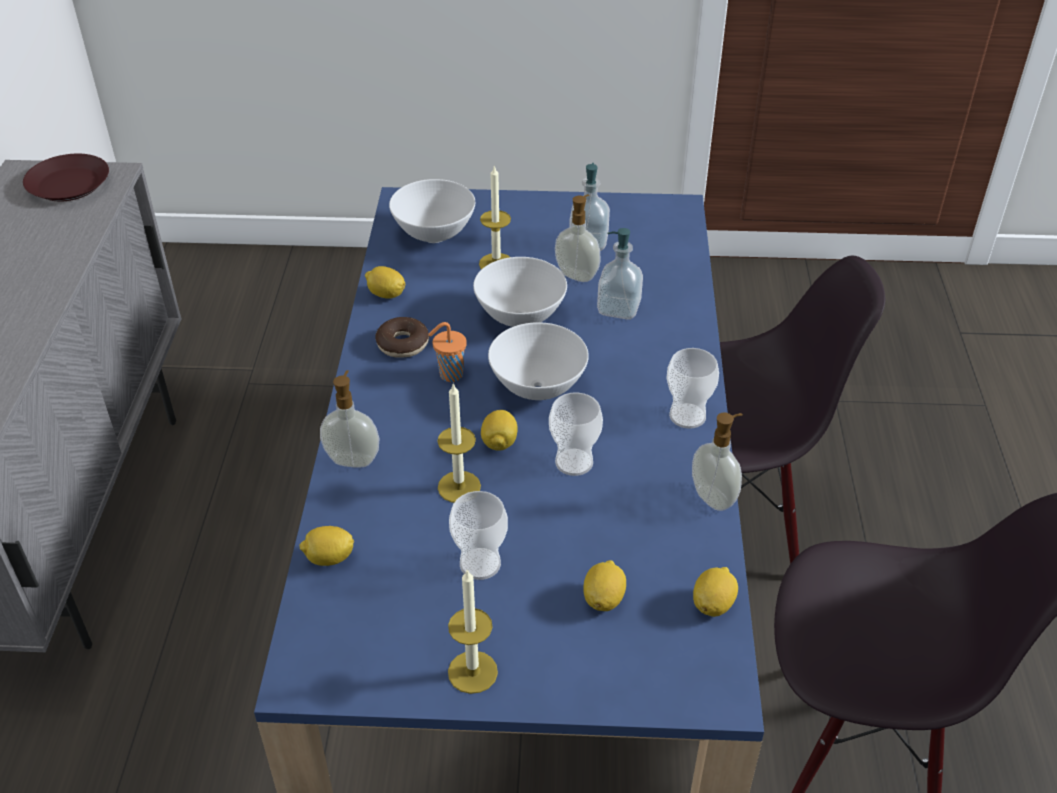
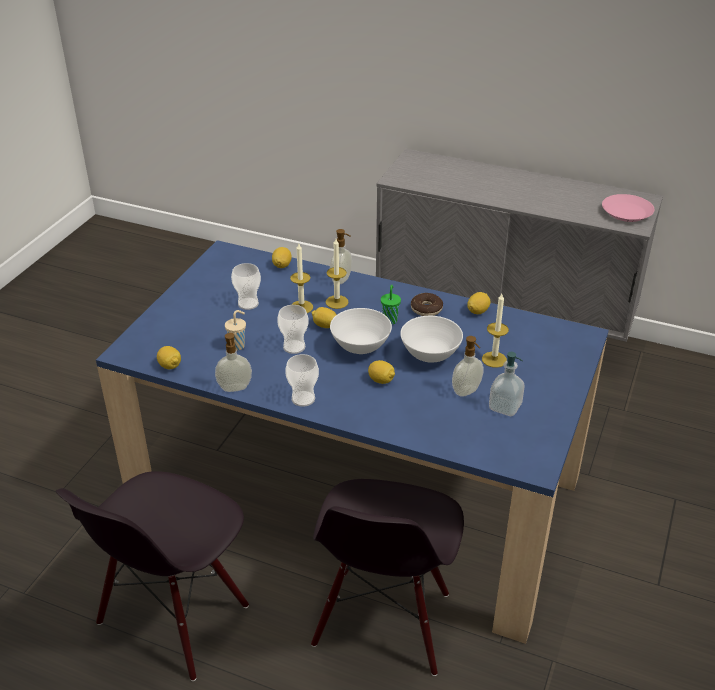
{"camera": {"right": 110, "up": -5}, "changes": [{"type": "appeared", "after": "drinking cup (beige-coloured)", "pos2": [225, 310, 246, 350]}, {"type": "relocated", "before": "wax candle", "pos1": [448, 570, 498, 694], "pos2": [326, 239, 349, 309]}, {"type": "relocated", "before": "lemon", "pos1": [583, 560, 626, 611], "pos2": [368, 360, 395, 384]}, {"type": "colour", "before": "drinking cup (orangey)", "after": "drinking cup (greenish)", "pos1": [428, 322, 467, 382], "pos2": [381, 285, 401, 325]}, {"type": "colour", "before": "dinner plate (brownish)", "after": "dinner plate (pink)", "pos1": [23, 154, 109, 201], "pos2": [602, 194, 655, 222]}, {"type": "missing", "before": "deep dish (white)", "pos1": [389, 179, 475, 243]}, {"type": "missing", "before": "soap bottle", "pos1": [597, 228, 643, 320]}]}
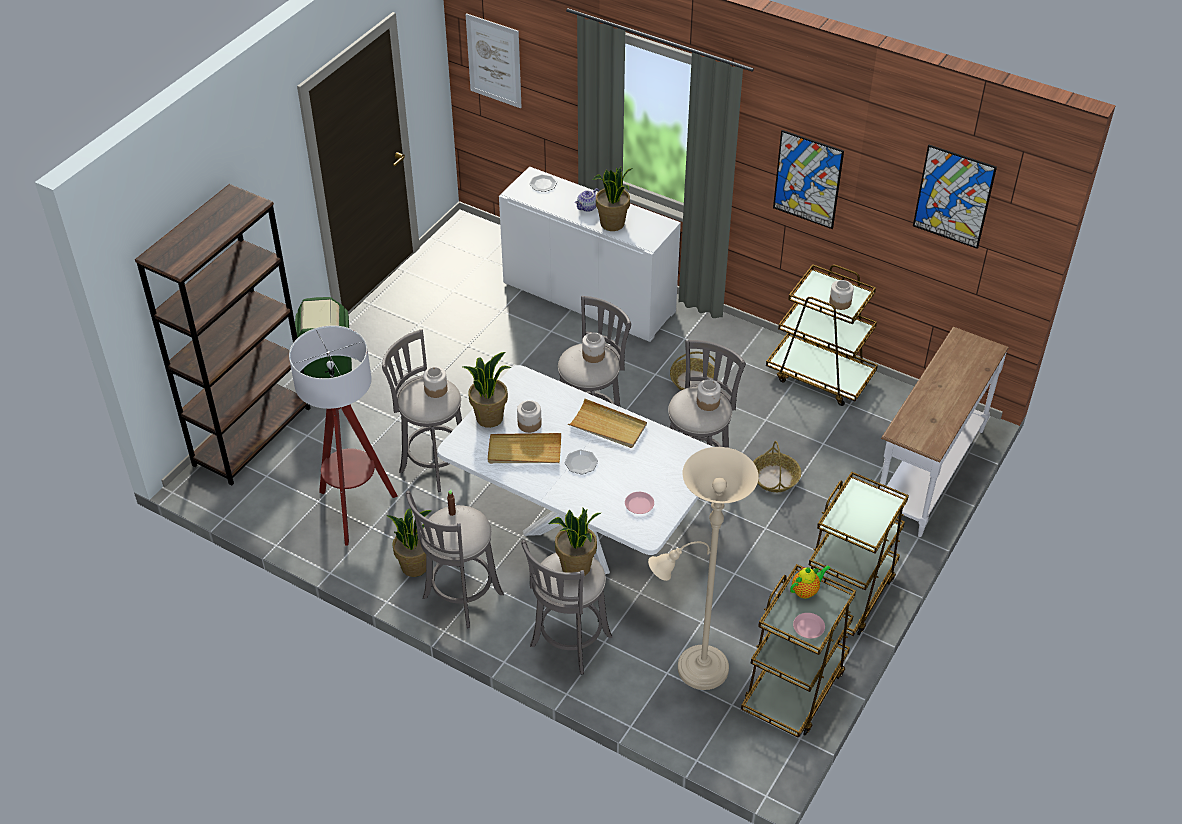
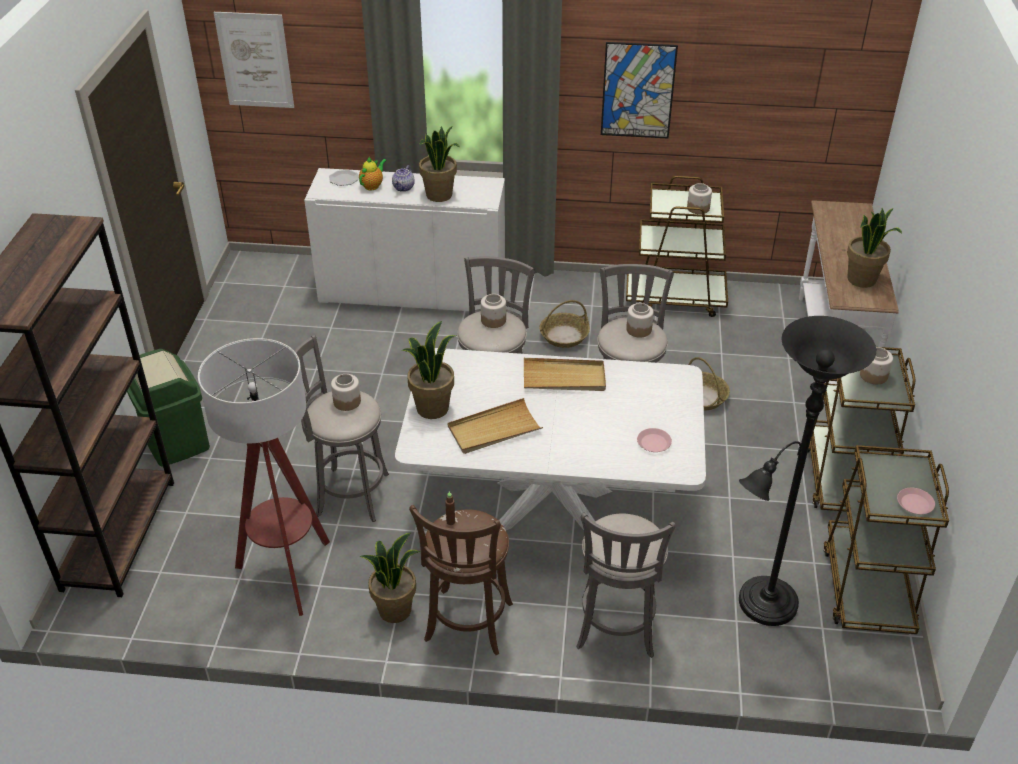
{"camera": {"right": -25, "up": -5}, "changes": [{"type": "relocated", "before": "tea pot", "pos1": [790, 565, 831, 599], "pos2": [359, 157, 387, 191]}, {"type": "colour", "before": "stool (greyish)", "after": "stool (brownish)", "pos1": [406, 491, 504, 628], "pos2": [409, 505, 513, 655]}, {"type": "colour", "before": "standard lamp (beige-coloured)", "after": "standard lamp (blackish)", "pos1": [648, 447, 759, 690], "pos2": [739, 316, 876, 626]}, {"type": "relocated", "before": "potted plant", "pos1": [549, 508, 601, 576], "pos2": [847, 208, 902, 288]}, {"type": "relocated", "before": "preserve jar", "pos1": [517, 400, 542, 433], "pos2": [860, 347, 893, 384]}, {"type": "missing", "before": "dinner plate", "pos1": [565, 450, 598, 474]}, {"type": "missing", "before": "wall picture", "pos1": [913, 145, 997, 249]}]}
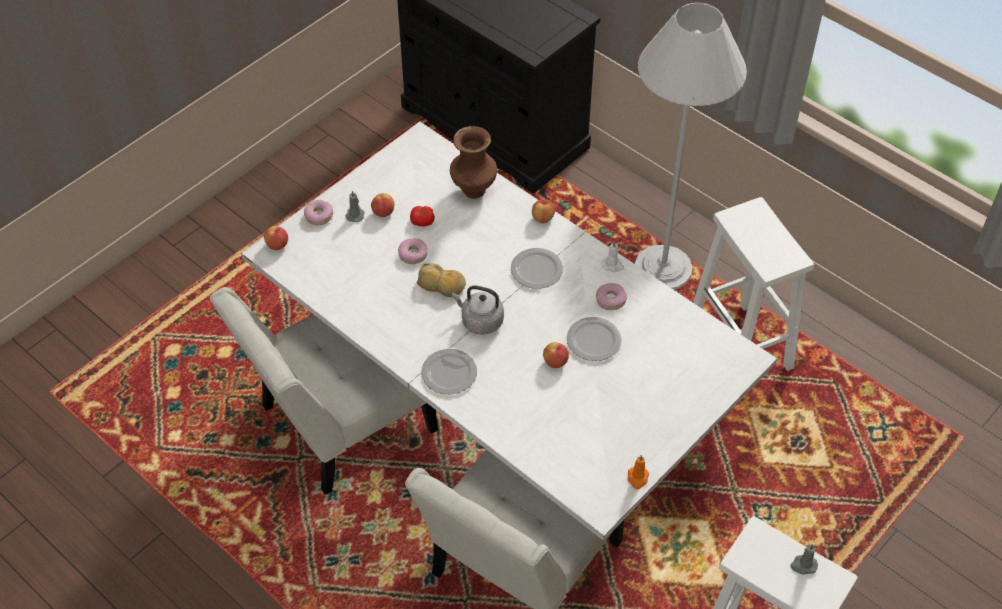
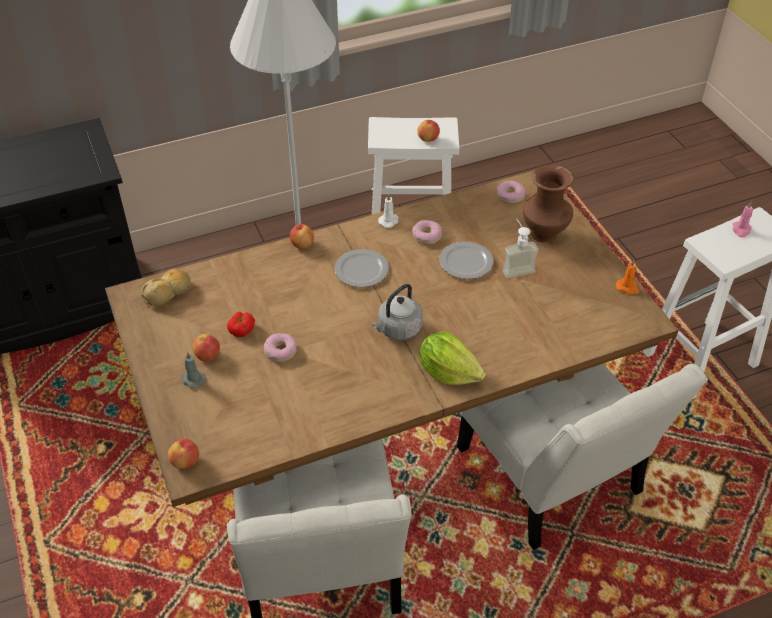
{"camera": {"right": -65, "up": -5}, "changes": [{"type": "colour", "before": "kitchen table (white)", "after": "kitchen table (brownish)", "pos1": [241, 121, 777, 541], "pos2": [105, 170, 679, 507]}, {"type": "relocated", "before": "baked bread", "pos1": [417, 263, 466, 297], "pos2": [141, 269, 190, 308]}, {"type": "relocated", "before": "apple fruit", "pos1": [543, 342, 569, 368], "pos2": [417, 120, 440, 142]}, {"type": "exchanged", "before": "dinner plate", "after": "lettuce", "pos1": [421, 349, 477, 394], "pos2": [419, 331, 486, 385]}, {"type": "relocated", "before": "donut", "pos1": [304, 200, 333, 225], "pos2": [497, 180, 525, 203]}, {"type": "appeared", "after": "soap bottle", "pos2": [503, 218, 538, 278]}, {"type": "relocated", "before": "flower vase (brownish)", "pos1": [450, 126, 497, 199], "pos2": [523, 165, 573, 242]}, {"type": "colour", "before": "wax candle (greyish)", "after": "wax candle (pink)", "pos1": [790, 544, 818, 574], "pos2": [733, 202, 753, 237]}]}
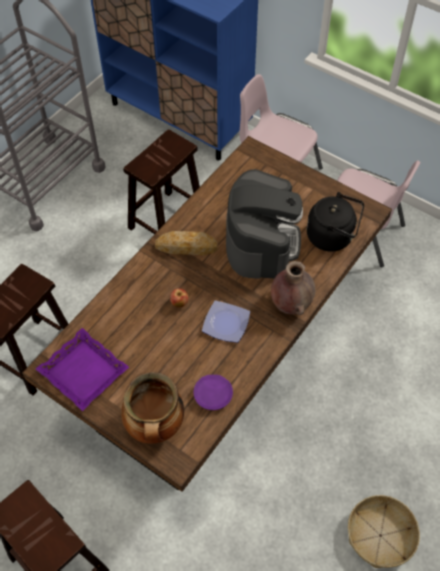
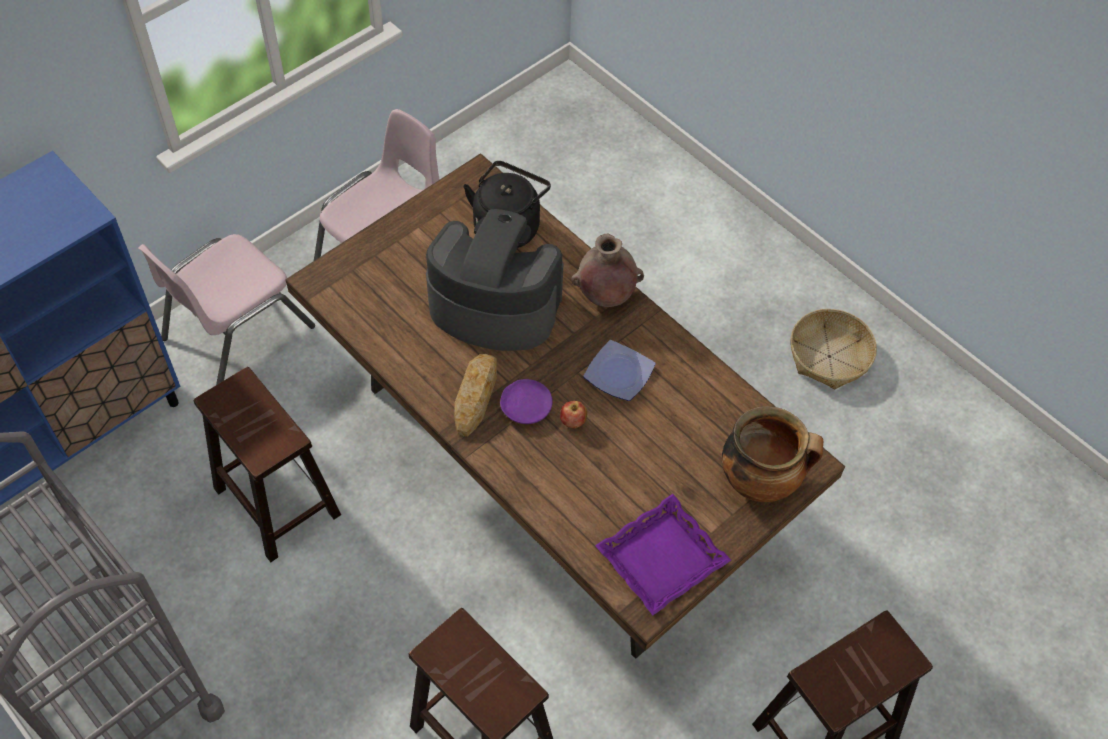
{"camera": {"right": -80, "up": 0}, "changes": [{"type": "relocated", "before": "dinner plate (purplish)", "pos1": [193, 375, 233, 410], "pos2": [500, 379, 553, 424]}]}
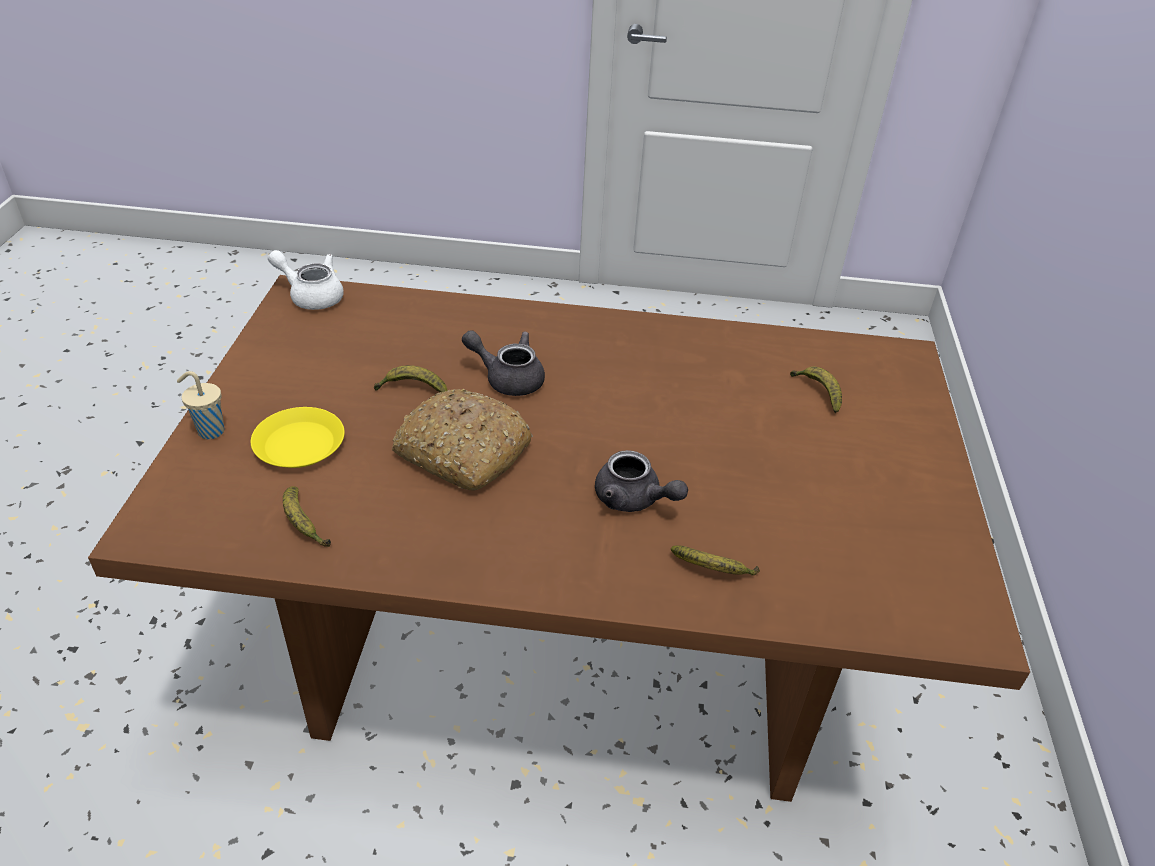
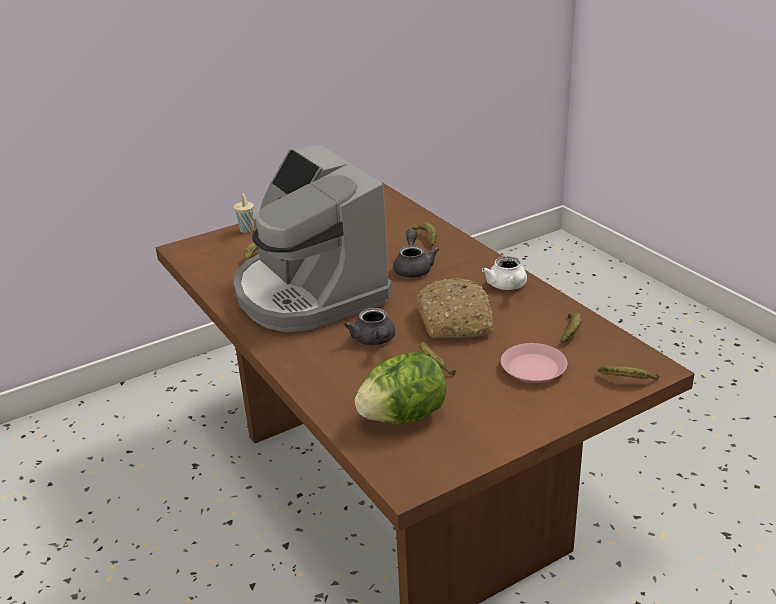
{"camera": {"right": -125, "up": -10}, "changes": [{"type": "appeared", "after": "coffee machine", "pos2": [234, 144, 392, 332]}, {"type": "relocated", "before": "drinking cup (beige-coloured)", "pos1": [177, 371, 224, 439], "pos2": [234, 193, 254, 233]}, {"type": "appeared", "after": "lettuce", "pos2": [355, 352, 447, 424]}, {"type": "relocated", "before": "tea pot (white)", "pos1": [268, 250, 344, 310], "pos2": [482, 256, 527, 290]}, {"type": "colour", "before": "dinner plate (yellow-coloured)", "after": "dinner plate (pink)", "pos1": [251, 407, 345, 468], "pos2": [501, 343, 568, 383]}, {"type": "appeared", "after": "banana", "pos2": [598, 366, 659, 380]}]}
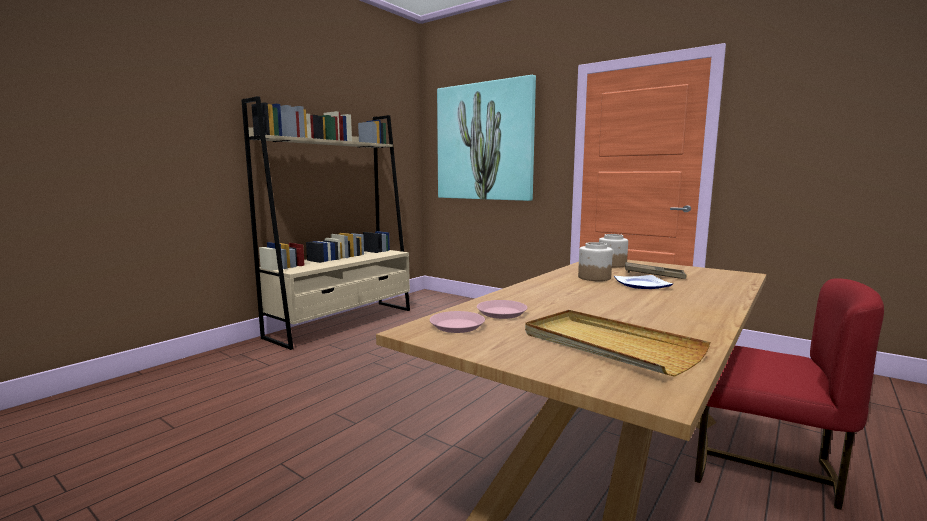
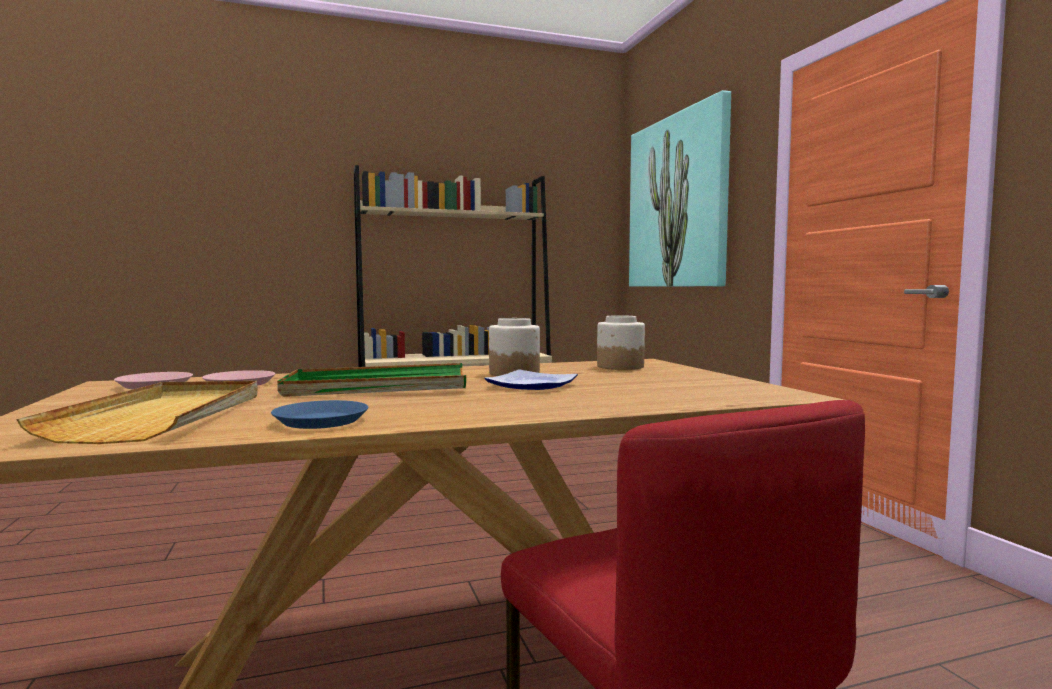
{"camera": {"right": 35, "up": -5}, "changes": [{"type": "appeared", "after": "dinner plate (bluish)", "pos2": [271, 400, 368, 429]}, {"type": "appeared", "after": "serving tray (greenish)", "pos2": [277, 363, 466, 397]}, {"type": "missing", "before": "serving tray (brownish)", "pos1": [625, 262, 687, 279]}]}
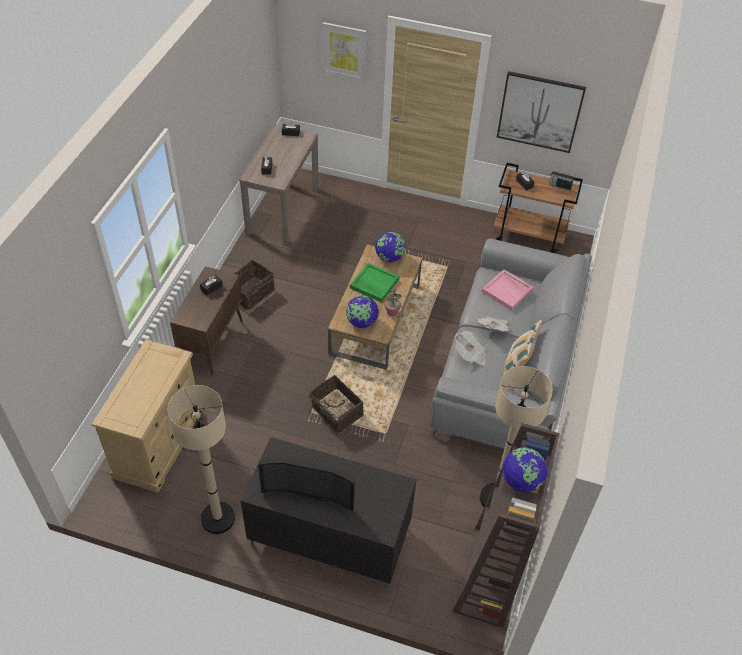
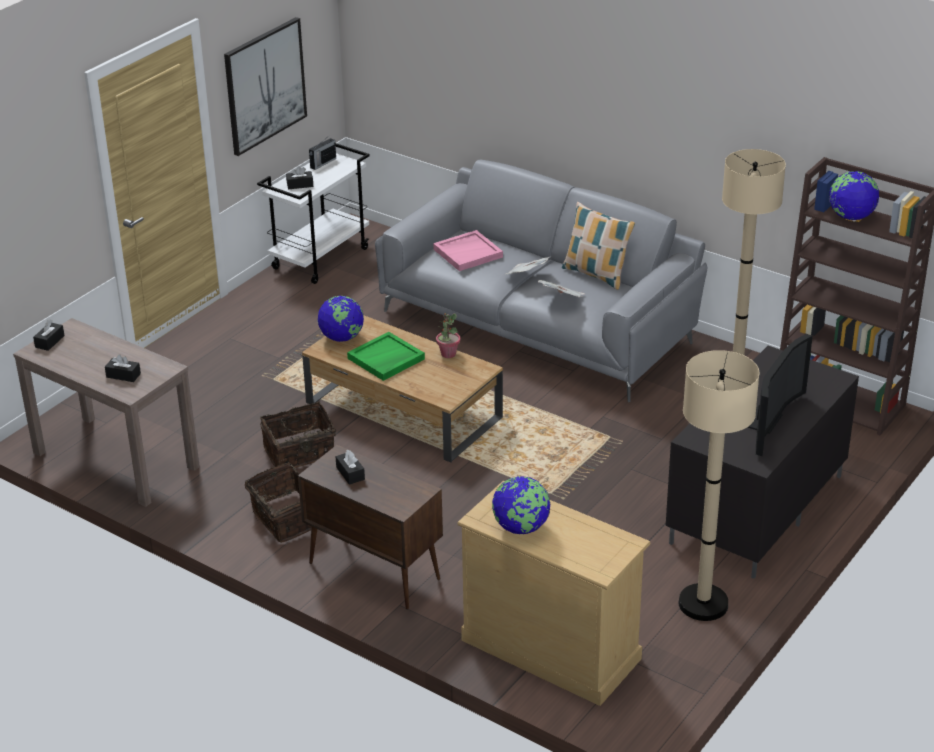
{"camera": {"right": -70, "up": -15}, "changes": [{"type": "colour", "before": "cart (brownish)", "after": "cart (white)", "pos1": [494, 163, 583, 254], "pos2": [257, 143, 370, 284]}, {"type": "relocated", "before": "basket", "pos1": [309, 375, 364, 433], "pos2": [260, 402, 336, 468]}, {"type": "relocated", "before": "world globe", "pos1": [346, 296, 379, 328], "pos2": [492, 476, 550, 534]}, {"type": "missing", "before": "wall picture", "pos1": [322, 22, 367, 81]}]}
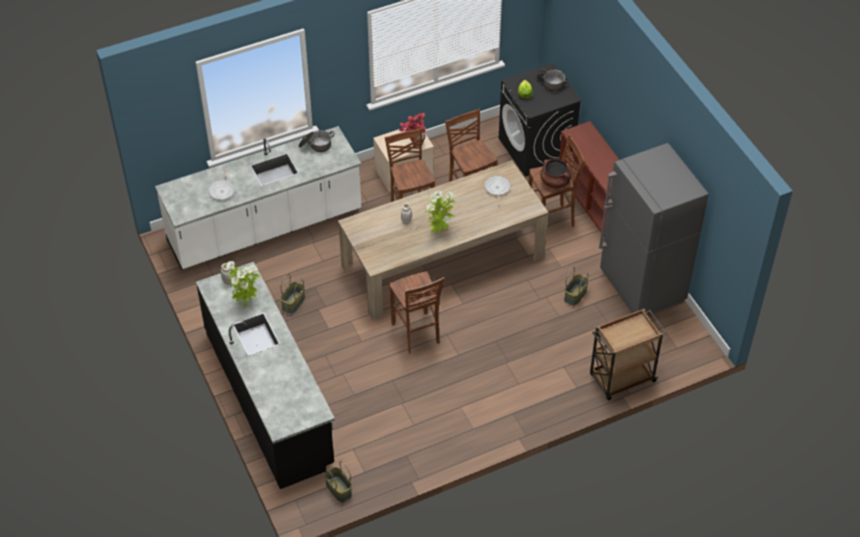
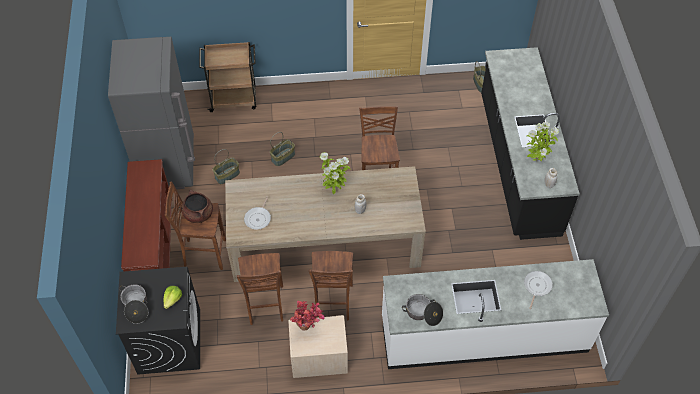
{"camera": {"right": -160, "up": 5}, "changes": [{"type": "relocated", "before": "basket", "pos1": [280, 274, 305, 314], "pos2": [270, 132, 295, 166]}]}
